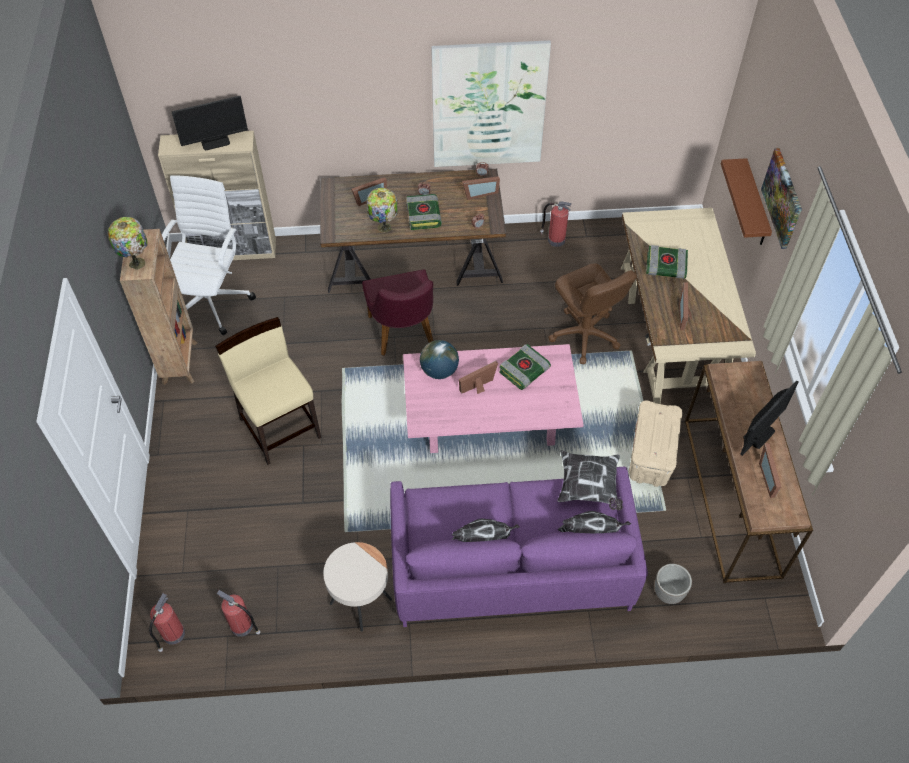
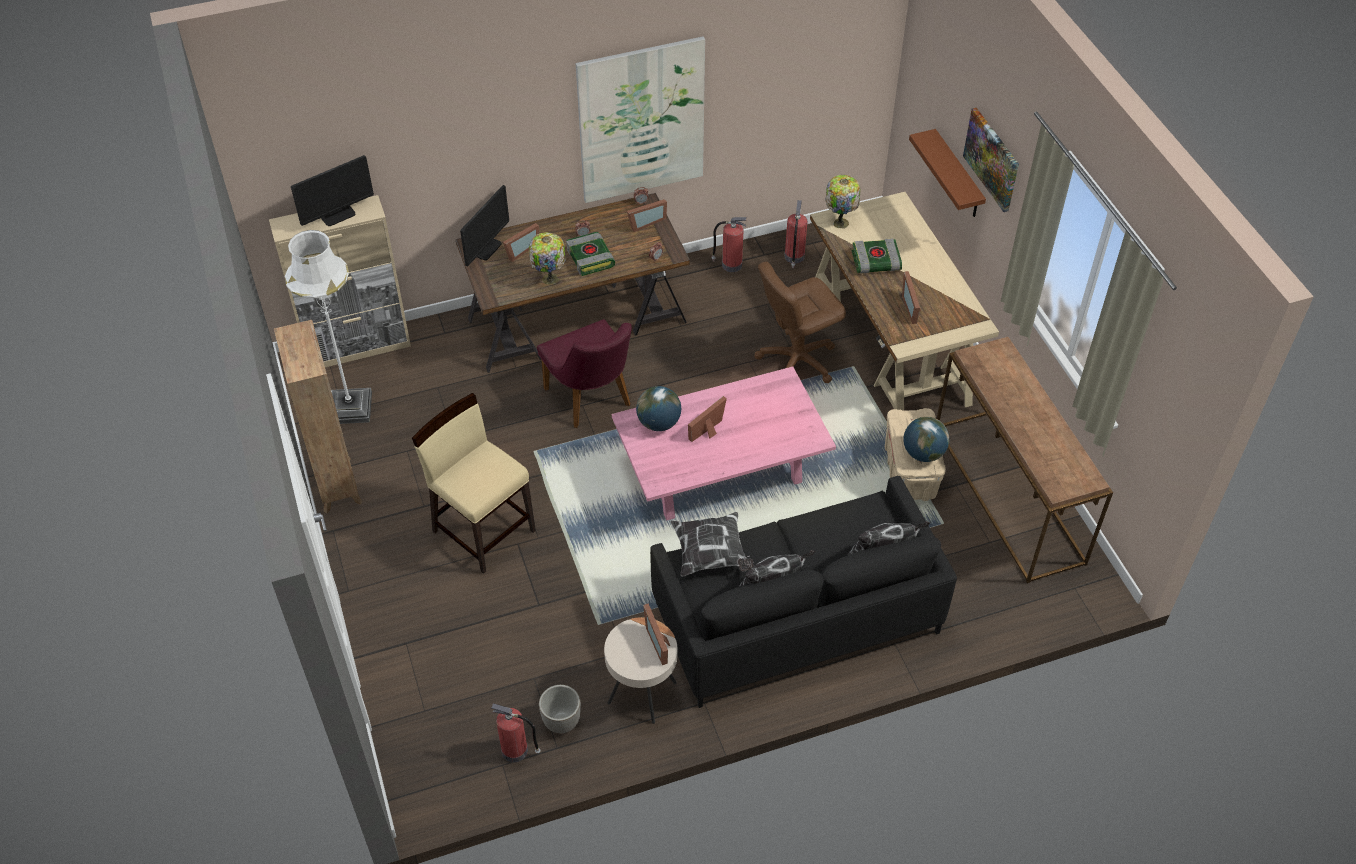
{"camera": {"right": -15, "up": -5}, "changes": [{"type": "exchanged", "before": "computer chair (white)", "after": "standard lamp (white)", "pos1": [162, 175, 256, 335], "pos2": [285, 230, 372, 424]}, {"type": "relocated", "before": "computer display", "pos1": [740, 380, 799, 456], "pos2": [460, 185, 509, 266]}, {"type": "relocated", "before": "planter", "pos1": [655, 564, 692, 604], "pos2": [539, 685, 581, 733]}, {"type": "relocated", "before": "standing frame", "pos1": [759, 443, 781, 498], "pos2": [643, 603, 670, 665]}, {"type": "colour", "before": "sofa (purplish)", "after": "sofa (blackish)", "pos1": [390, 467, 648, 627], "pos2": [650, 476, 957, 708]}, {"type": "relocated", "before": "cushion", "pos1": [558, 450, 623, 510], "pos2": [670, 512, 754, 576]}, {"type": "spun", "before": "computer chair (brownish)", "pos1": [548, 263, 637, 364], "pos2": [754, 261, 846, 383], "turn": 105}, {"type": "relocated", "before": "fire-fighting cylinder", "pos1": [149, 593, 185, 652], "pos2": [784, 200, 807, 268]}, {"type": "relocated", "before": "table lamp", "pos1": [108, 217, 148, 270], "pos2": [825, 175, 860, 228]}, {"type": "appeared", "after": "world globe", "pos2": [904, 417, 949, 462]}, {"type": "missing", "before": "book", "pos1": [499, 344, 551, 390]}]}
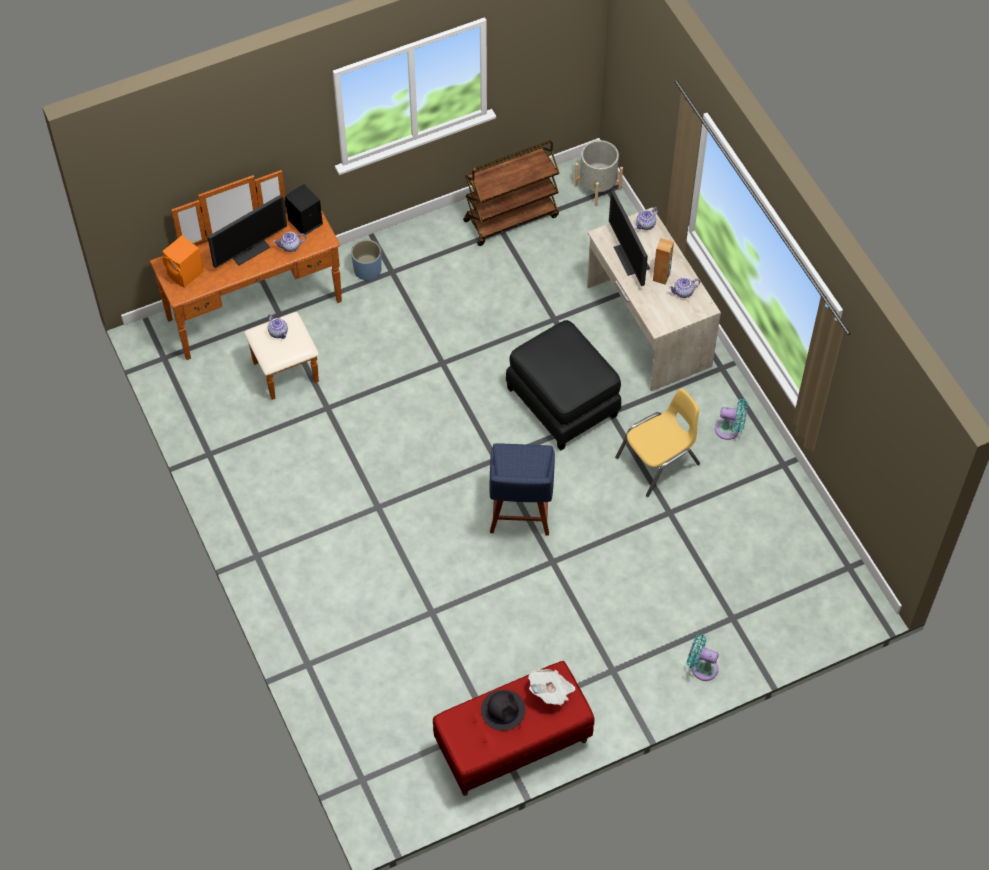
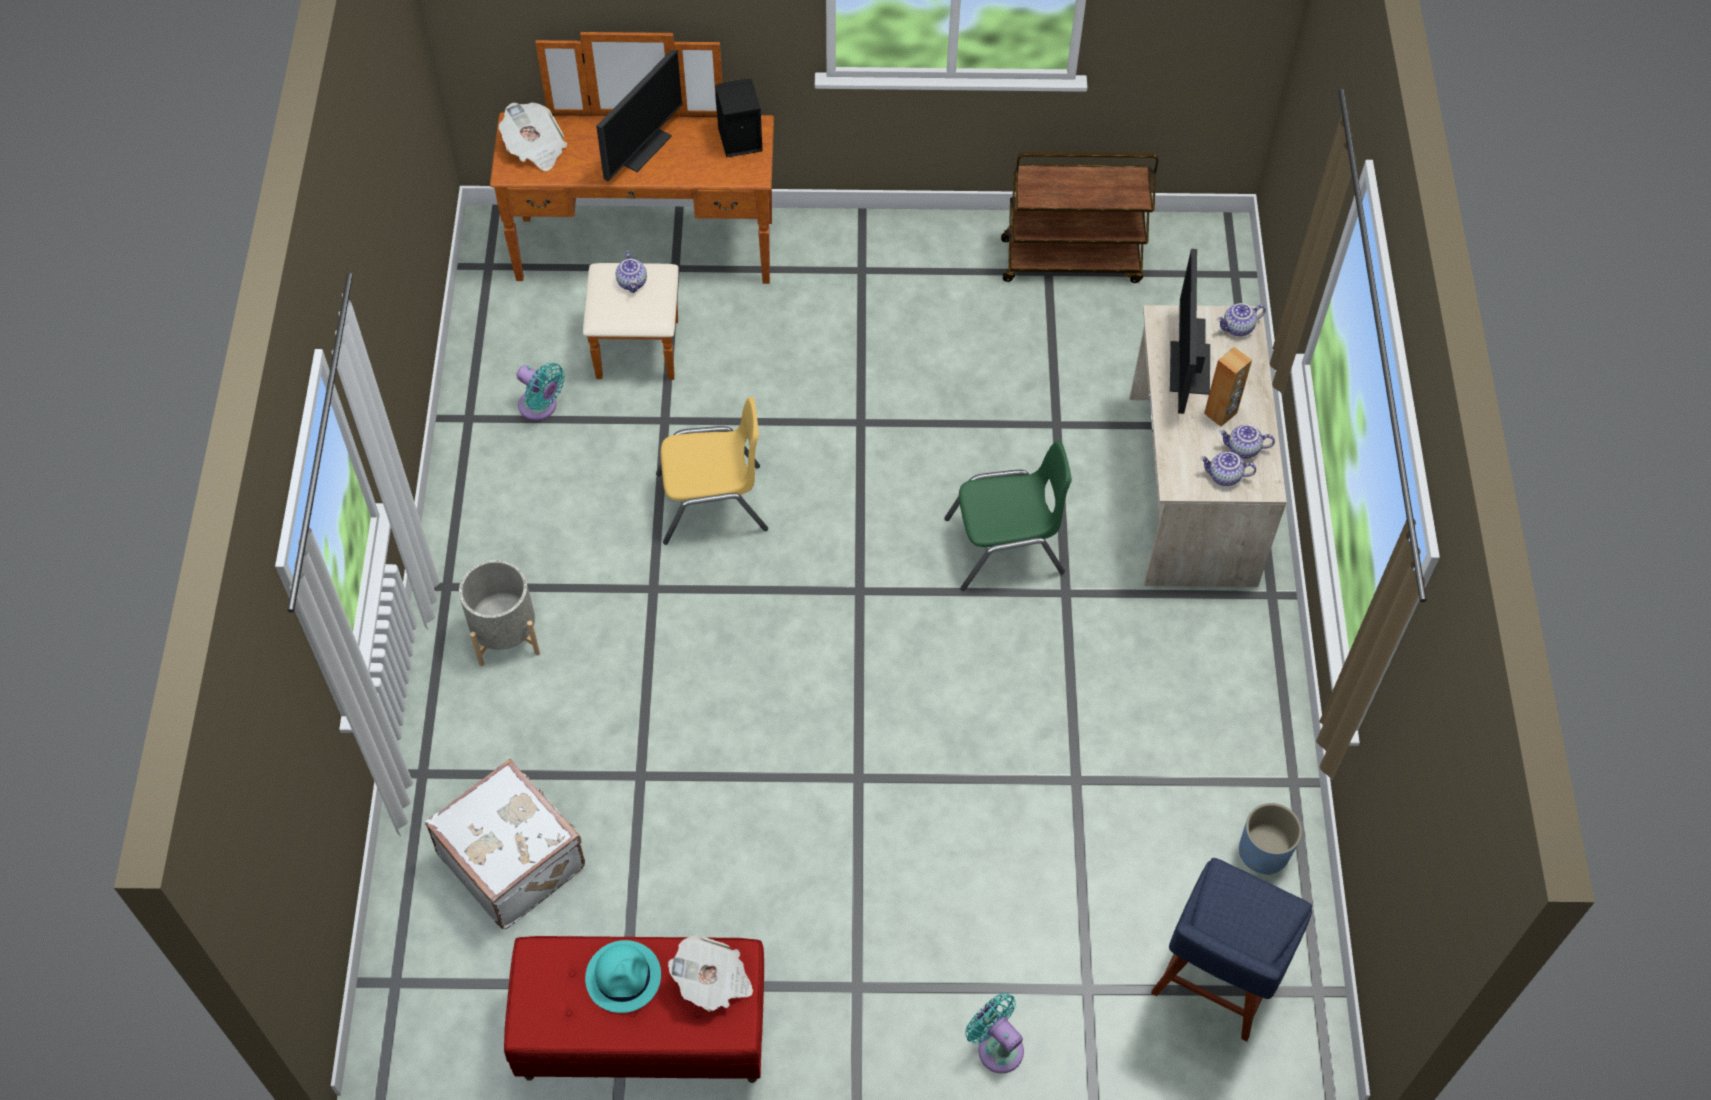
{"camera": {"right": 25, "up": 0}, "changes": [{"type": "appeared", "after": "piece of luggage (white)", "pos2": [425, 759, 585, 929]}, {"type": "relocated", "before": "planter (greyish)", "pos1": [574, 140, 623, 206], "pos2": [459, 560, 540, 666]}, {"type": "exchanged", "before": "audio speaker (orangey)", "after": "daily paper", "pos1": [162, 235, 204, 288], "pos2": [499, 102, 567, 171]}, {"type": "relocated", "before": "fan (turquoise)", "pos1": [715, 399, 748, 440], "pos2": [516, 363, 565, 421]}, {"type": "colour", "before": "clothing hat (blackish)", "after": "clothing hat (turquoise)", "pos1": [481, 690, 525, 731], "pos2": [585, 940, 661, 1013]}, {"type": "spun", "before": "computer display", "pos1": [208, 194, 287, 268], "pos2": [596, 50, 683, 181], "turn": -45}, {"type": "relocated", "before": "upright chair (yellow-coloured)", "pos1": [615, 388, 700, 497], "pos2": [656, 397, 768, 545]}, {"type": "exchanged", "before": "footrest (blackish)", "after": "upright chair (greenish)", "pos1": [506, 320, 621, 451], "pos2": [944, 441, 1072, 591]}, {"type": "relocated", "before": "upright chair (bluish)", "pos1": [489, 443, 555, 536], "pos2": [1151, 858, 1312, 1042]}, {"type": "relocated", "before": "tea pot", "pos1": [273, 232, 306, 252], "pos2": [1200, 452, 1256, 486]}, {"type": "relocated", "before": "planter (bluish)", "pos1": [351, 240, 382, 280], "pos2": [1239, 803, 1302, 875]}]}
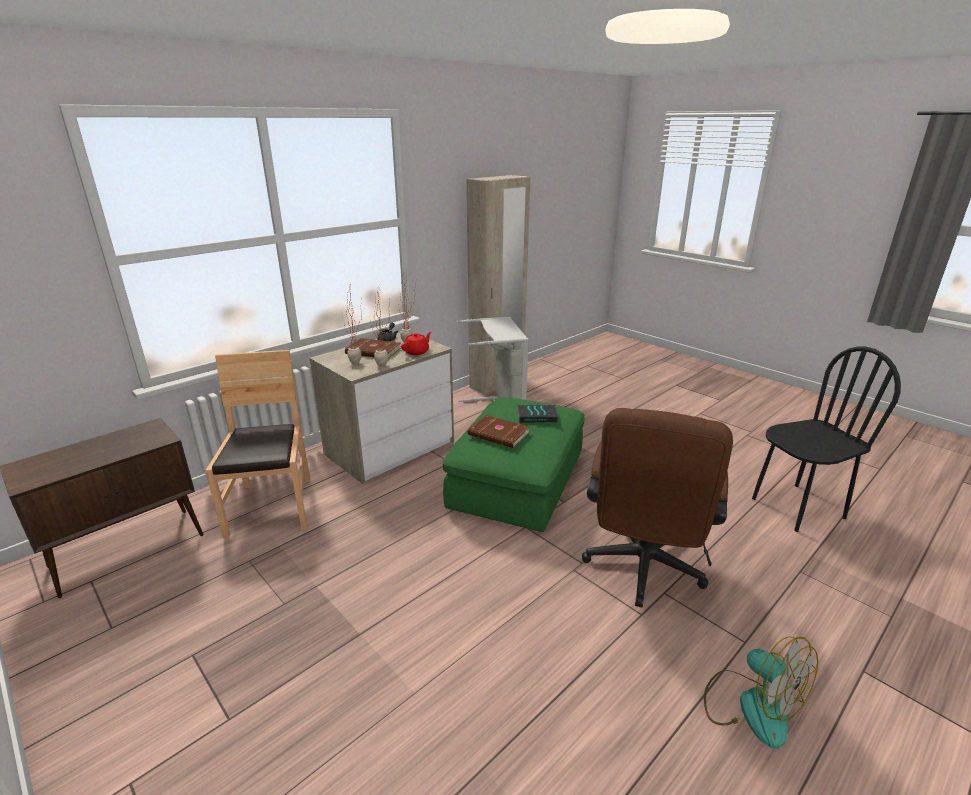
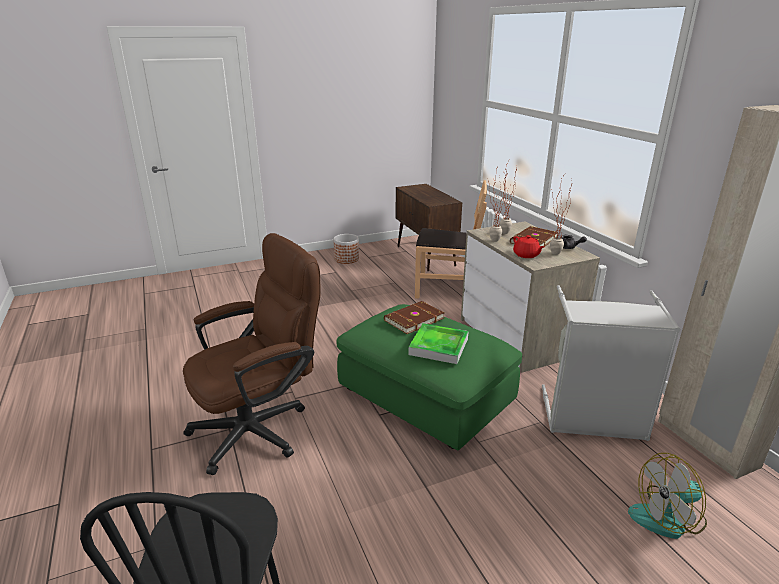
{"camera": {"right": 110, "up": 0}, "changes": [{"type": "spun", "before": "computer chair (brownish)", "pos1": [582, 408, 733, 608], "pos2": [183, 233, 321, 475], "turn": 105}, {"type": "appeared", "after": "planter", "pos2": [334, 234, 359, 264]}, {"type": "exchanged", "before": "book", "after": "serving tray", "pos1": [518, 404, 558, 423], "pos2": [409, 323, 469, 364]}, {"type": "relocated", "before": "fan", "pos1": [704, 636, 818, 749], "pos2": [628, 453, 707, 539]}]}
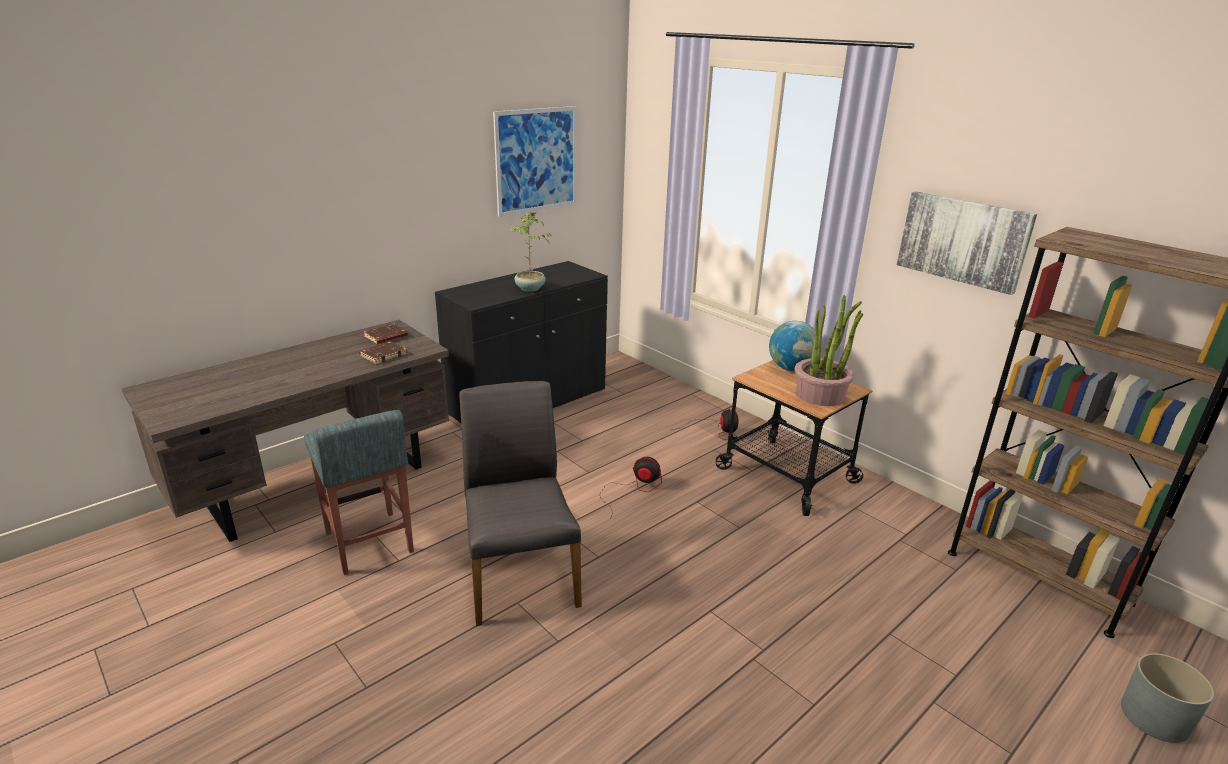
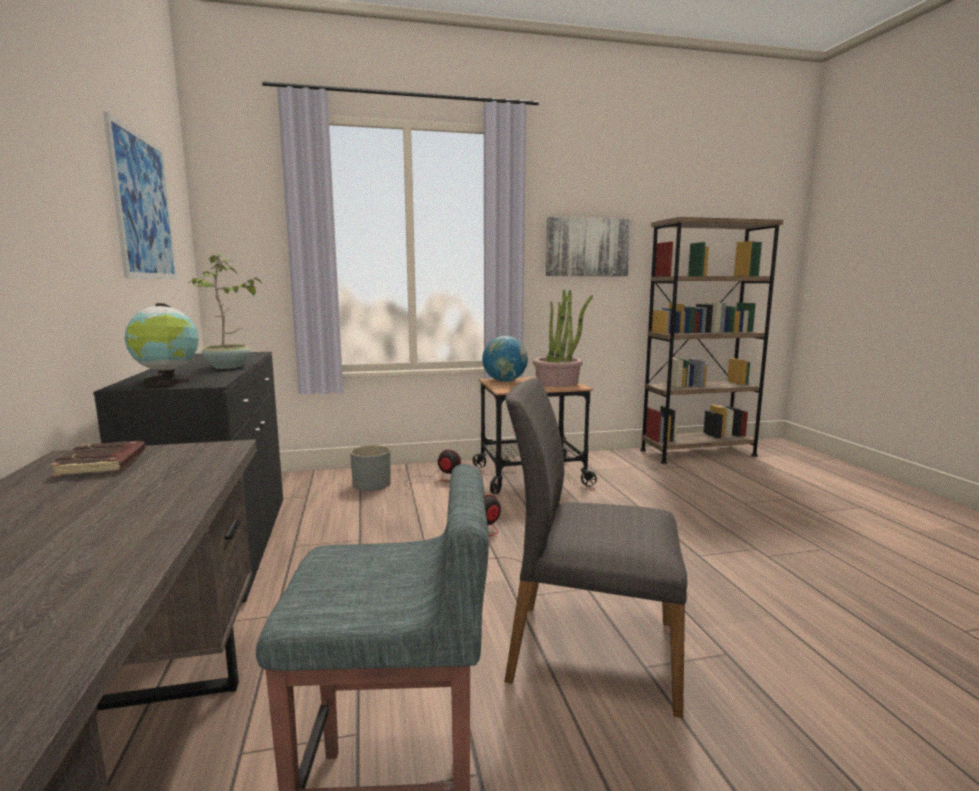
{"camera": {"right": -60, "up": -15}, "changes": [{"type": "appeared", "after": "world globe", "pos2": [125, 303, 199, 386]}, {"type": "relocated", "before": "planter (greyish)", "pos1": [1121, 653, 1214, 743], "pos2": [350, 445, 391, 491]}, {"type": "missing", "before": "book (brownish)", "pos1": [359, 341, 407, 364]}]}
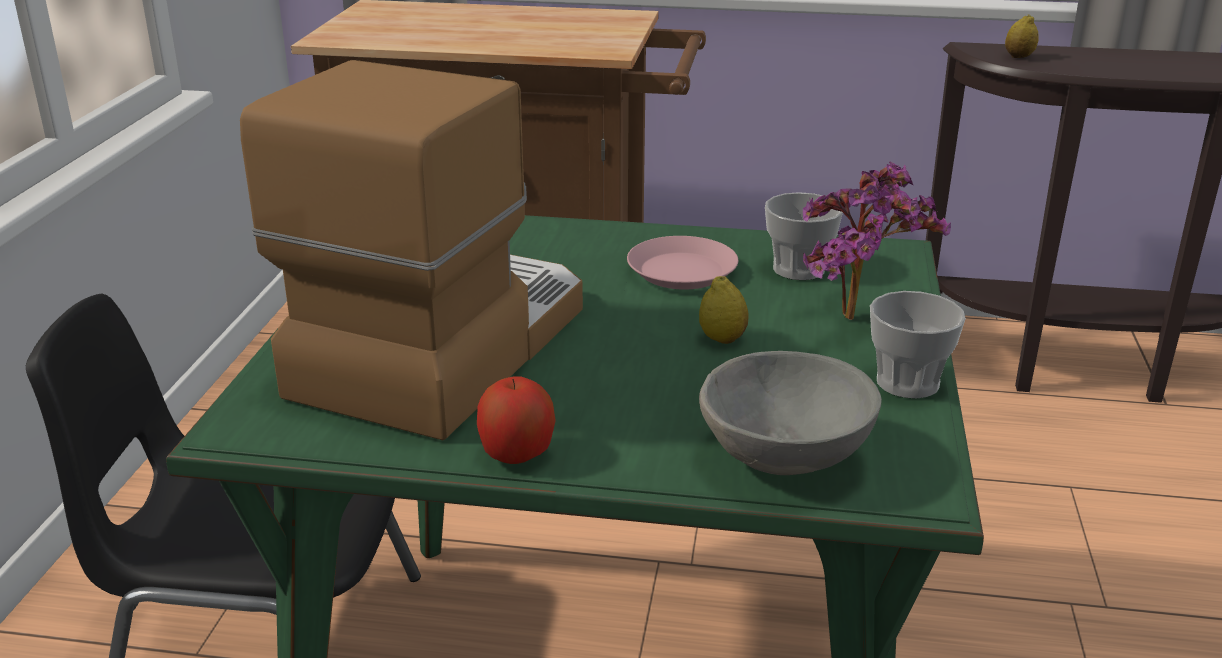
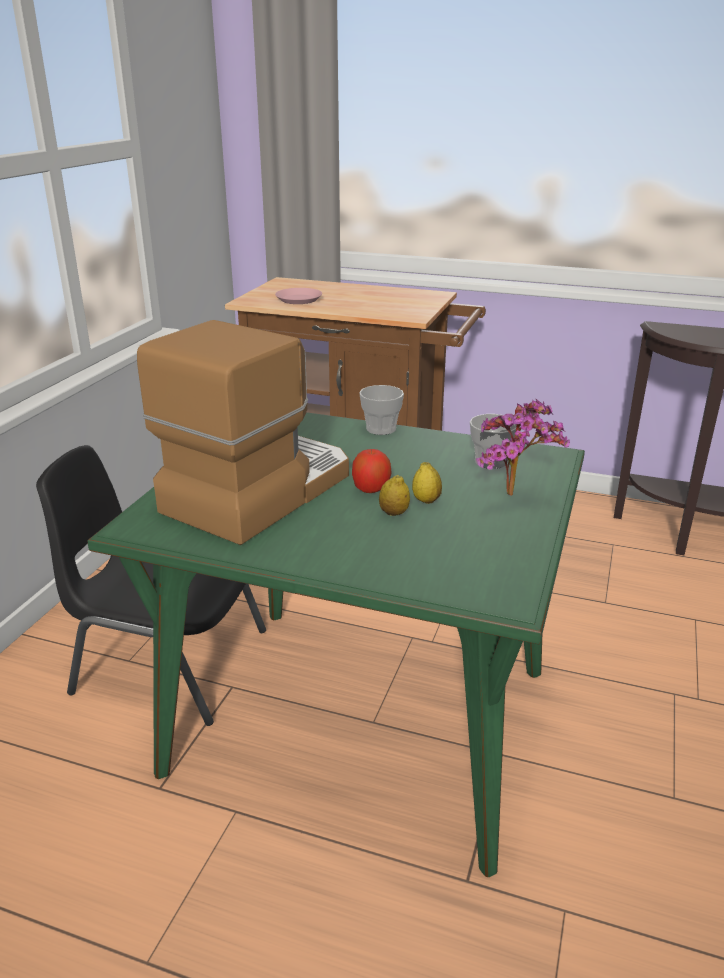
{"camera": {"right": 10, "up": 0}, "changes": [{"type": "relocated", "before": "dinner plate (pink)", "pos1": [627, 236, 738, 290], "pos2": [275, 288, 322, 304]}, {"type": "relocated", "before": "apple fruit", "pos1": [477, 376, 556, 464], "pos2": [352, 449, 392, 493]}, {"type": "relocated", "before": "drinking cup", "pos1": [870, 291, 966, 399], "pos2": [359, 385, 404, 435]}, {"type": "relocated", "before": "lemon", "pos1": [1005, 14, 1039, 58], "pos2": [379, 475, 410, 516]}, {"type": "missing", "before": "deep dish (greyish)", "pos1": [699, 351, 882, 475]}]}
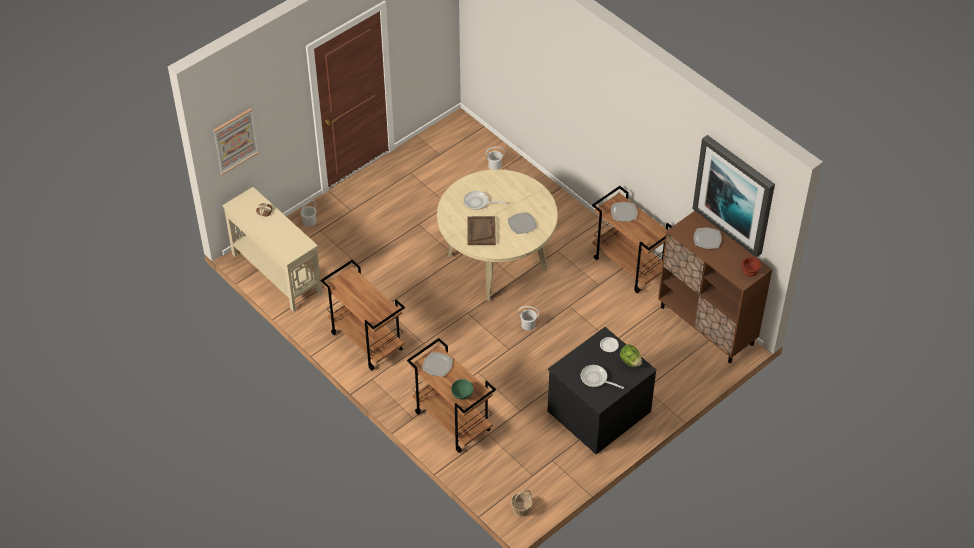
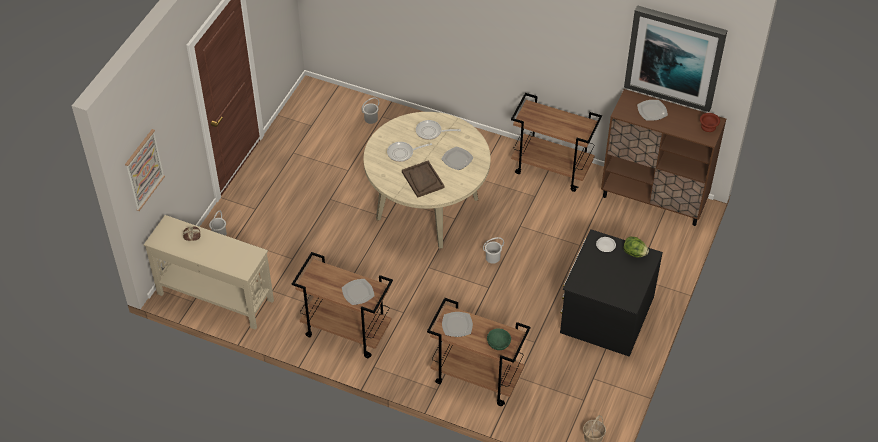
{"camera": {"right": -25, "up": 0}, "changes": [{"type": "relocated", "before": "dinner plate", "pos1": [611, 202, 637, 222], "pos2": [342, 279, 374, 305]}, {"type": "relocated", "before": "skillet", "pos1": [581, 365, 624, 389], "pos2": [416, 120, 461, 140]}]}
